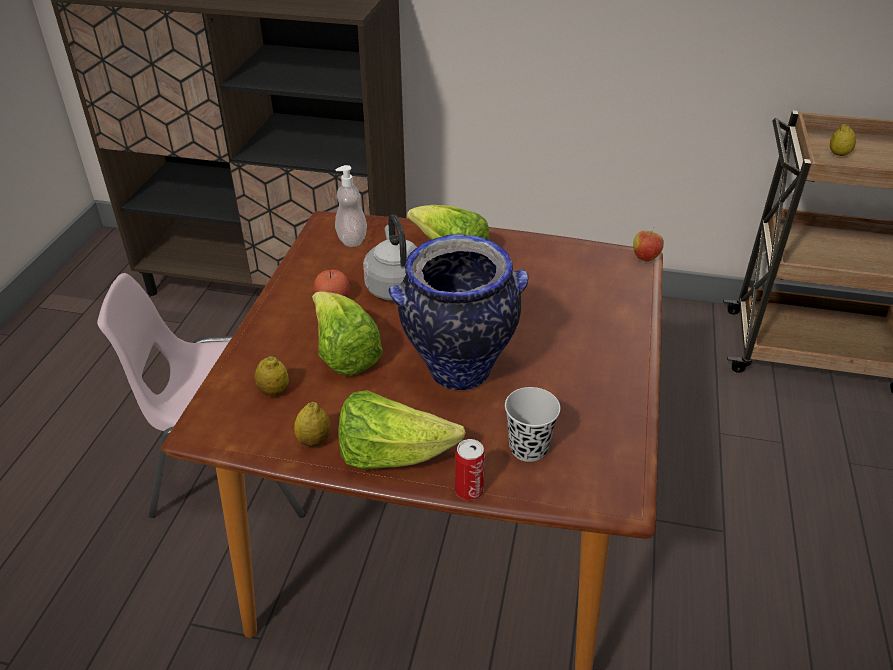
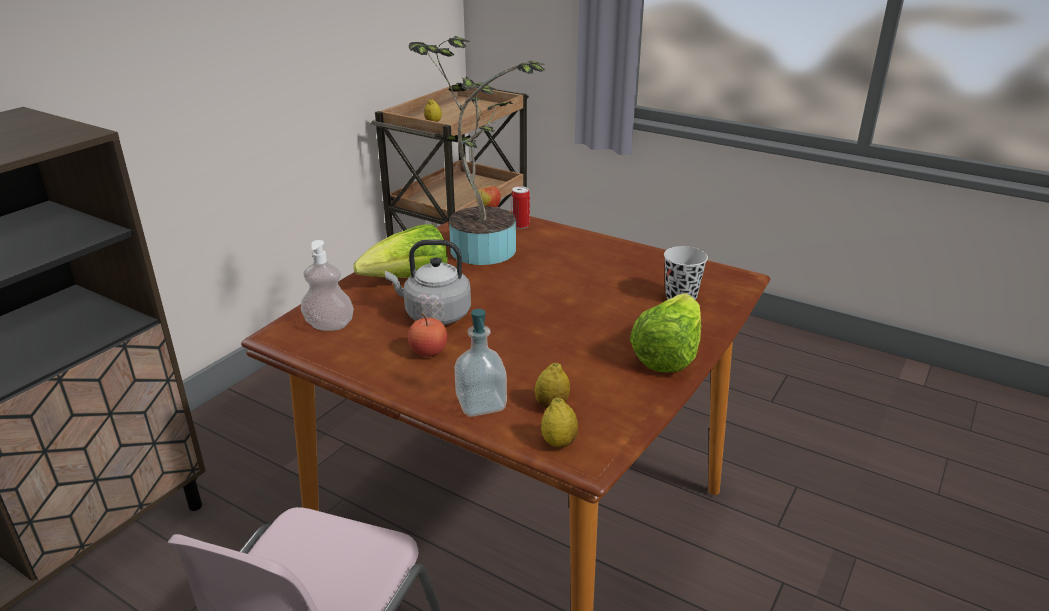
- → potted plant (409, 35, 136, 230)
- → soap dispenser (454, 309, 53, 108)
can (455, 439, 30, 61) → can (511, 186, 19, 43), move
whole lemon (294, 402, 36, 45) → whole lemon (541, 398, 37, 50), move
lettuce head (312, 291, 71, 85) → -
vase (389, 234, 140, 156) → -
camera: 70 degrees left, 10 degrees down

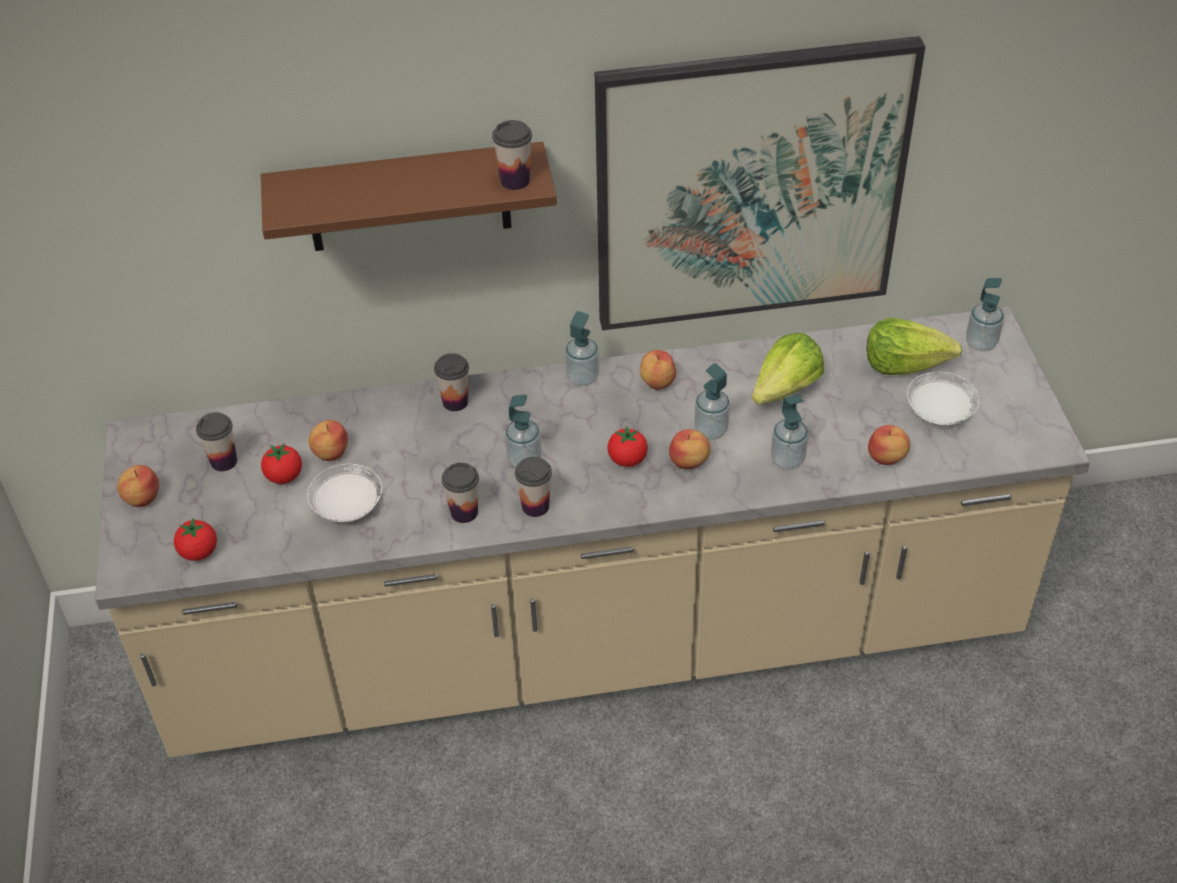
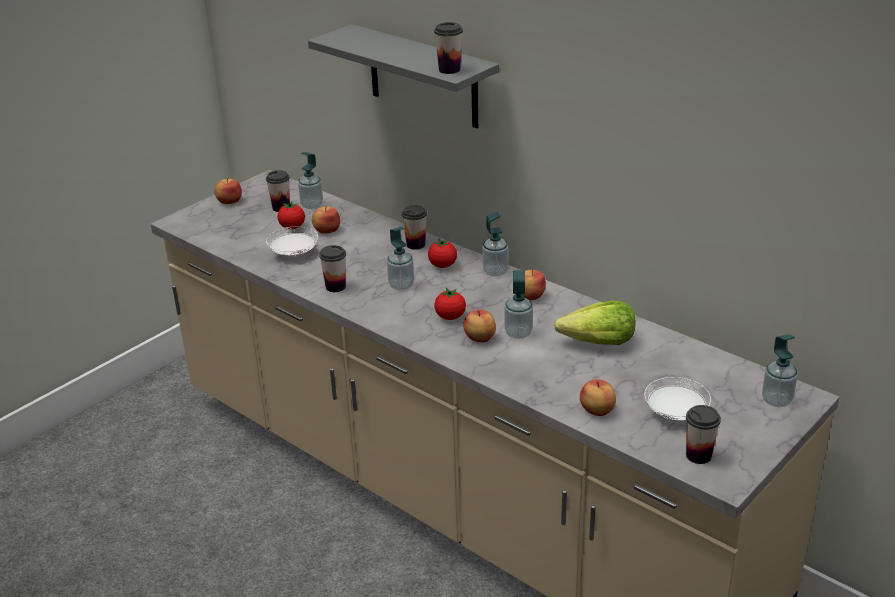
soap dispenser (771, 394, 38, 76) → soap dispenser (298, 152, 25, 57), move
brown-coloured wall shelf (261, 142, 296, 109) → gray wall shelf (308, 24, 191, 104)
tomato (174, 518, 43, 43) → tomato (428, 238, 29, 30), move
drinking cup (515, 457, 37, 60) → drinking cup (686, 405, 35, 59), move
picture (595, 36, 330, 295) → -
lettuce head (866, 318, 96, 57) → -
camera: 50 degrees right, 15 degrees down

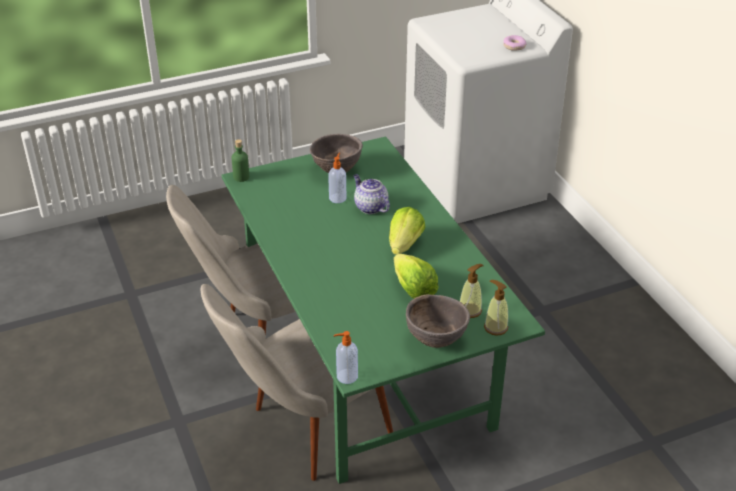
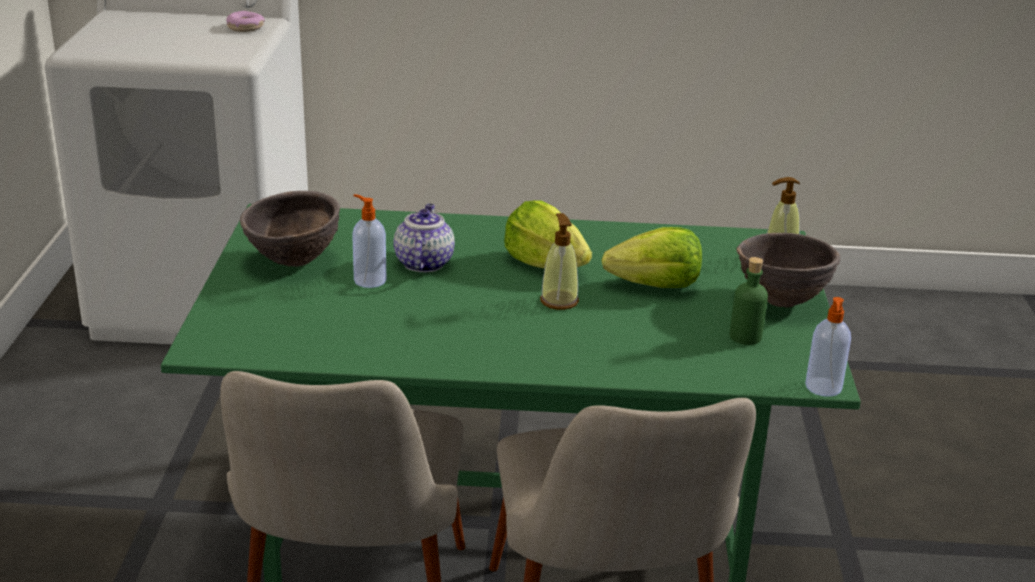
tea pot (354, 174, 36, 40) → tea pot (393, 204, 62, 68), 105 degrees clockwise
soap dispenser (460, 264, 24, 54) → soap dispenser (540, 213, 39, 97), move
green-coloured beverage bottle (232, 139, 17, 43) → green-coloured beverage bottle (730, 257, 38, 88), move
camera: 65 degrees left, 10 degrees down

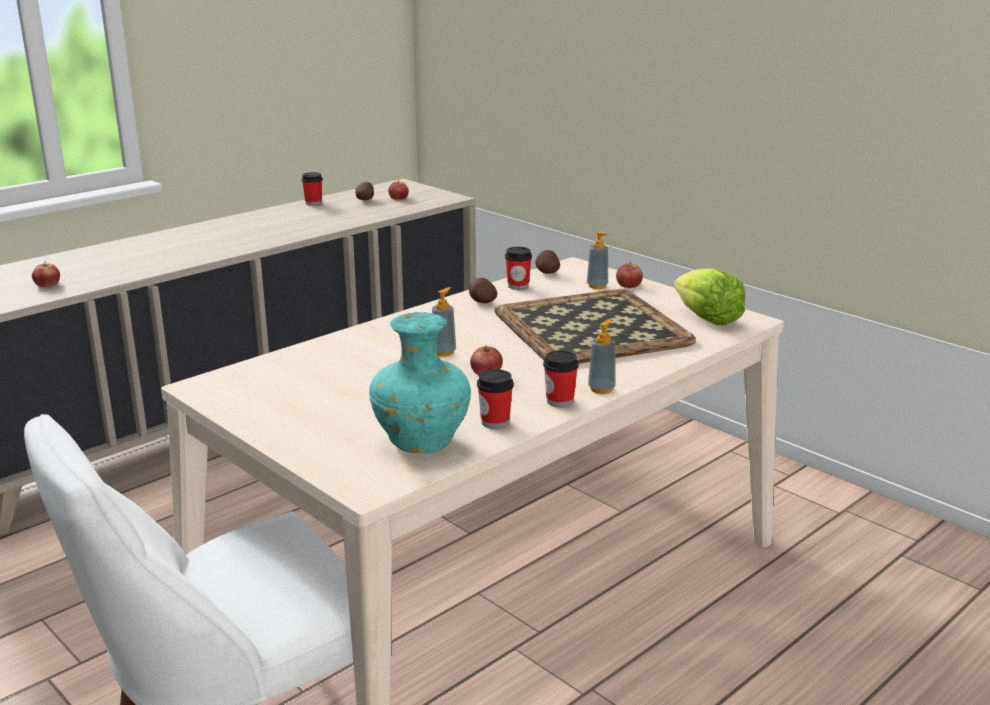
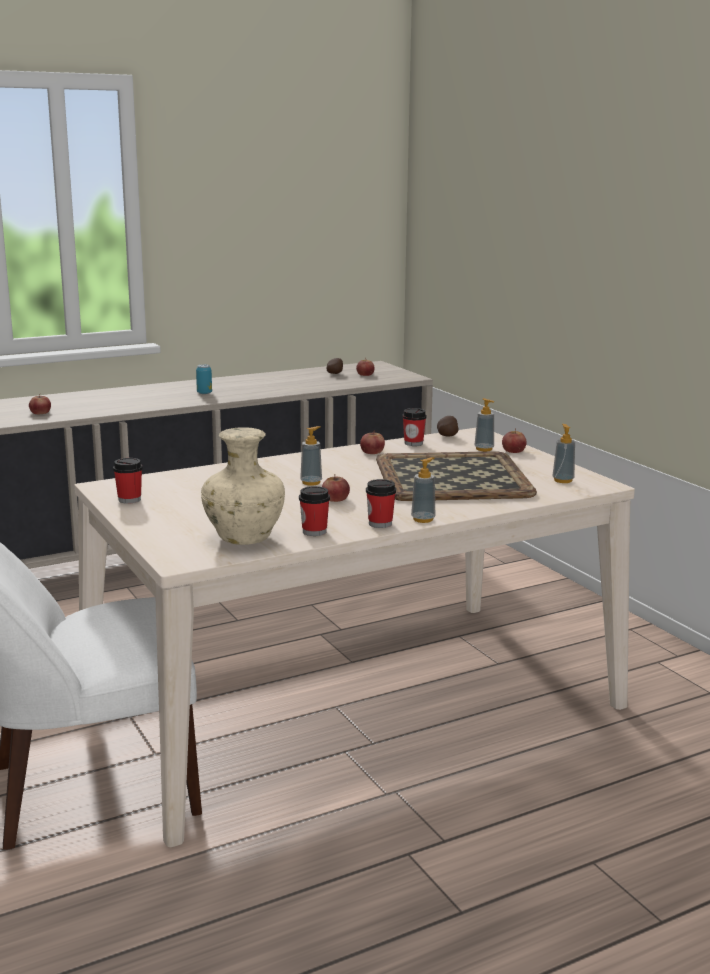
drinking cup (301, 172, 22, 33) → drinking cup (113, 458, 30, 46), move
- → can (196, 364, 16, 30)
turquoise-coloured vase (369, 312, 102, 142) → sand-coloured vase (201, 427, 84, 118)
potato (469, 278, 28, 25) → whole apple (360, 430, 25, 24)
lettuce head (674, 268, 71, 57) → soap dispenser (552, 424, 23, 59)
camera: 15 degrees right, 5 degrees down

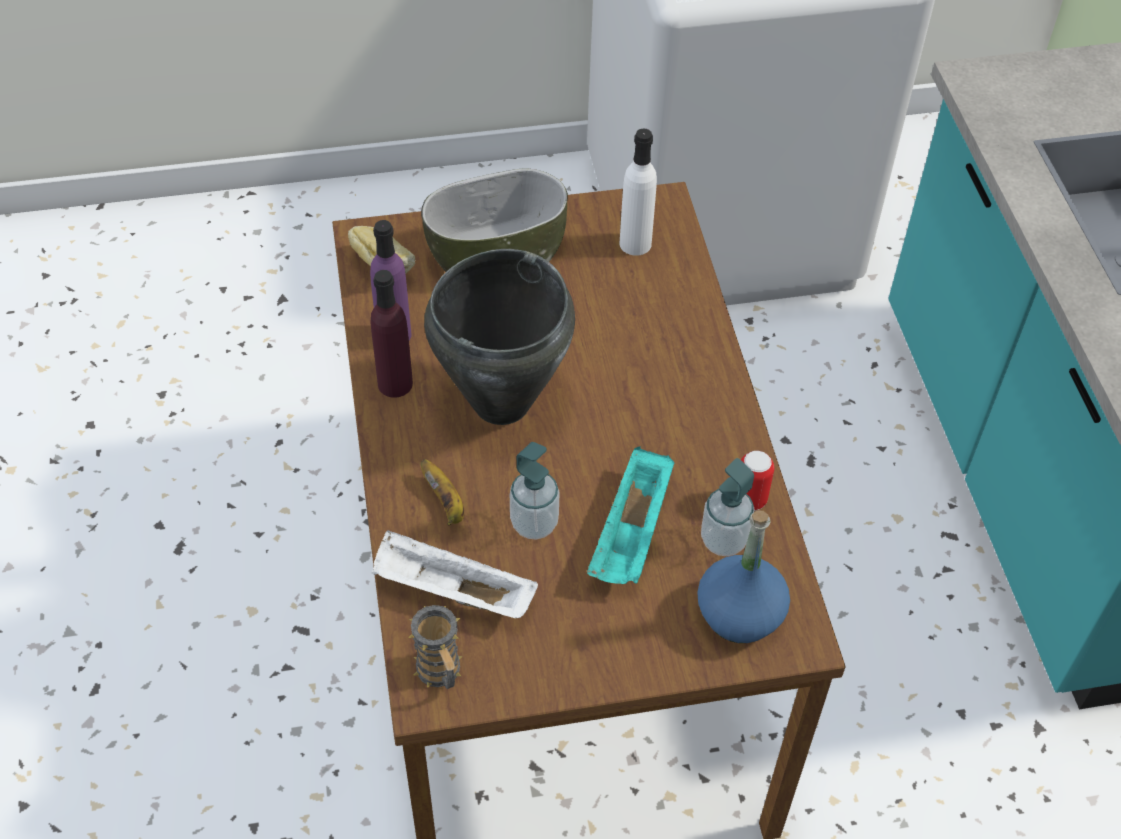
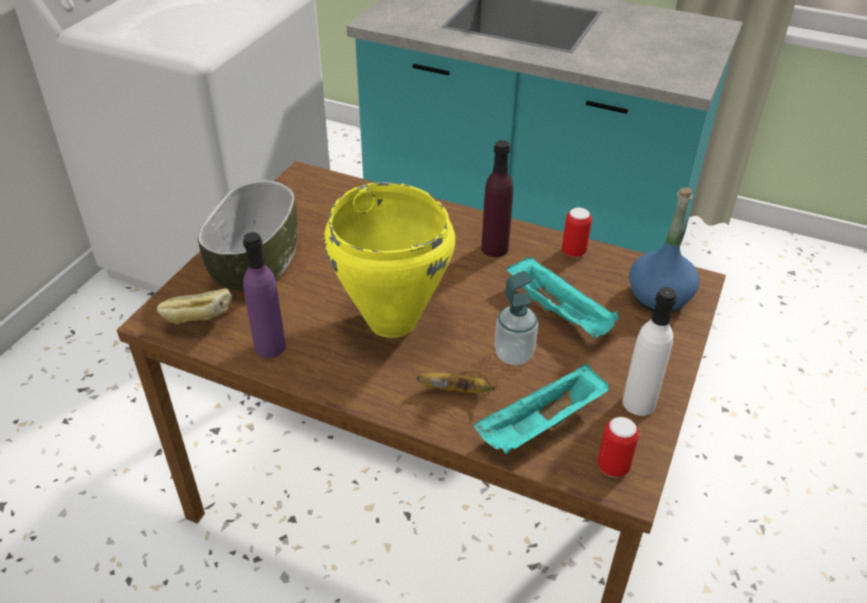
black-coloured saucepot (424, 249, 151, 176) → yellowish saucepot (324, 182, 131, 156)
white-coloured carrying tray (372, 530, 166, 88) → turquoise-coloured carrying tray (474, 364, 135, 90)
purple-coloured beverage bottle (370, 270, 43, 128) → purple-coloured beverage bottle (481, 140, 32, 117), move
coffee mug (408, 605, 55, 84) → can (598, 417, 41, 60)
white-coloured beverage bottle (619, 128, 38, 128) → white-coloured beverage bottle (622, 287, 55, 129), move
soap dispenser (701, 458, 53, 98) → -
camera: 55 degrees left, 10 degrees down

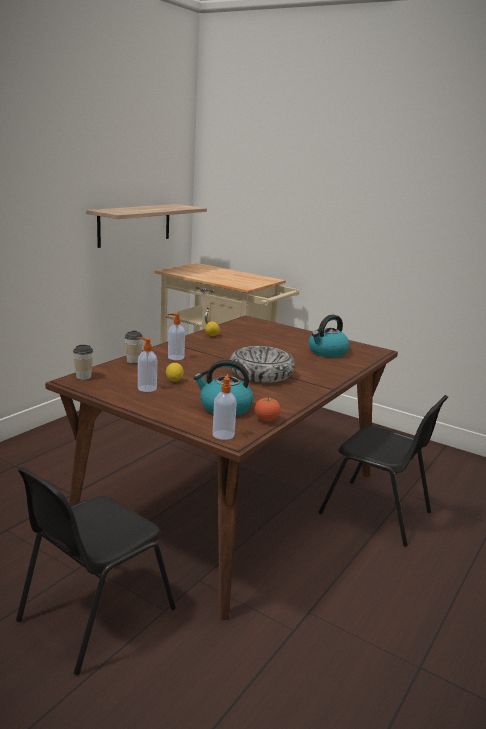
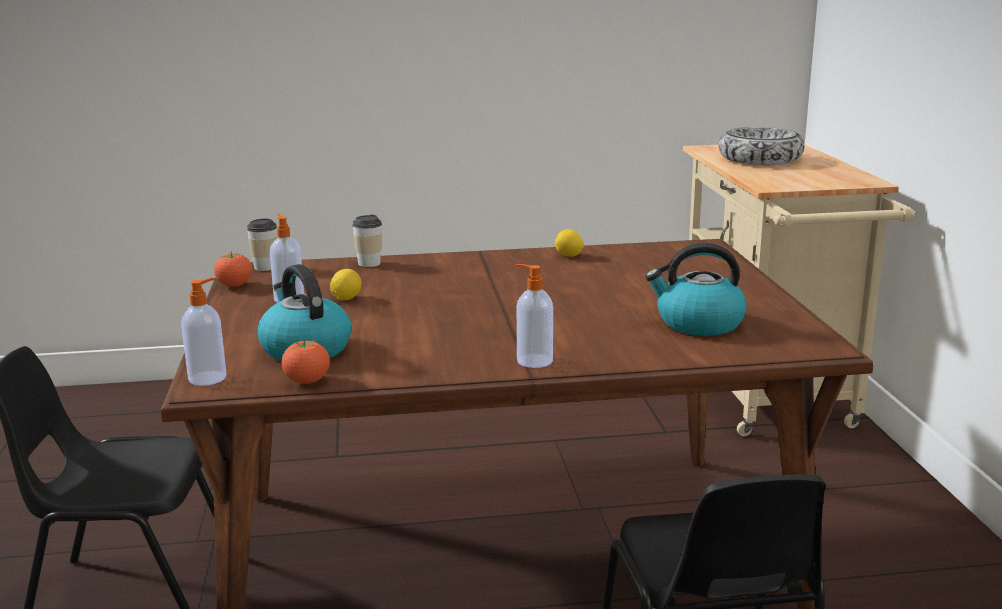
- → tomato (214, 251, 38, 36)
soap dispenser (167, 313, 18, 47) → soap dispenser (515, 264, 38, 104), move
serving bowl (230, 346, 65, 37) → serving bowl (719, 127, 85, 38), move
wall shelf (86, 204, 121, 44) → -
camera: 50 degrees right, 0 degrees up

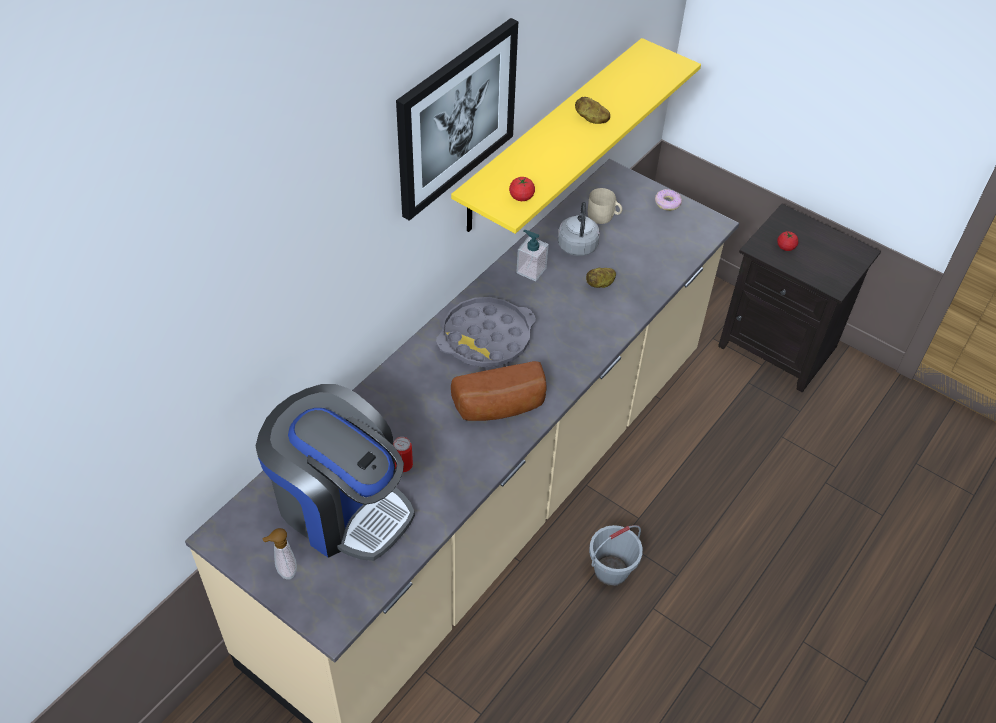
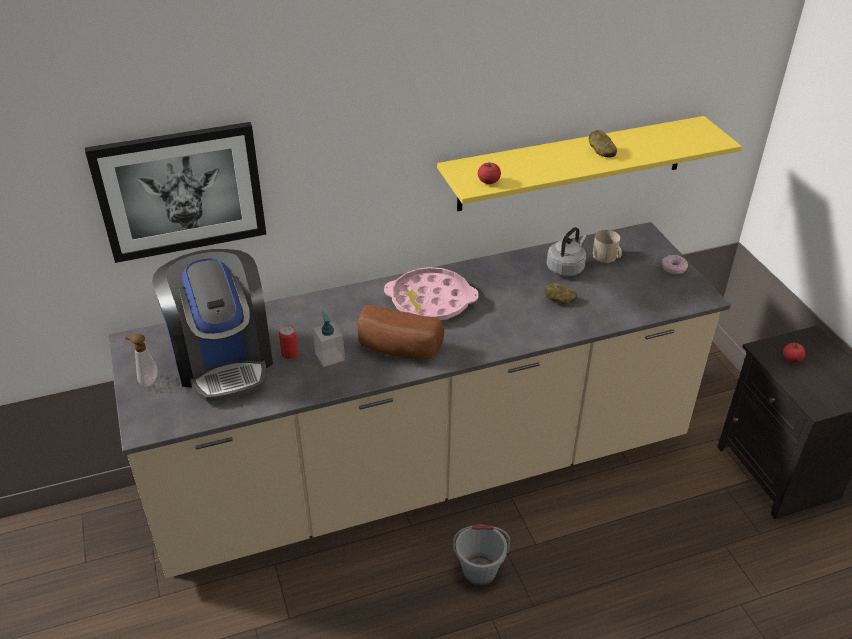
picture (396, 18, 122, 203) → picture (85, 122, 181, 141), move
soap dispenser (516, 230, 33, 51) → soap dispenser (313, 311, 32, 56), move
gray carrying tray (436, 297, 100, 70) → pink-coloured carrying tray (384, 267, 95, 53)
camera: 35 degrees right, 10 degrees down

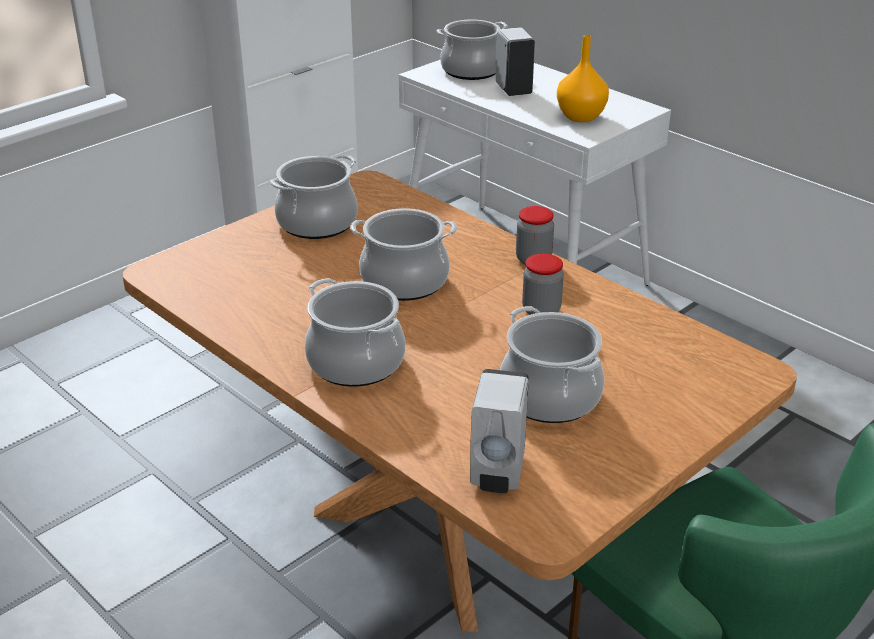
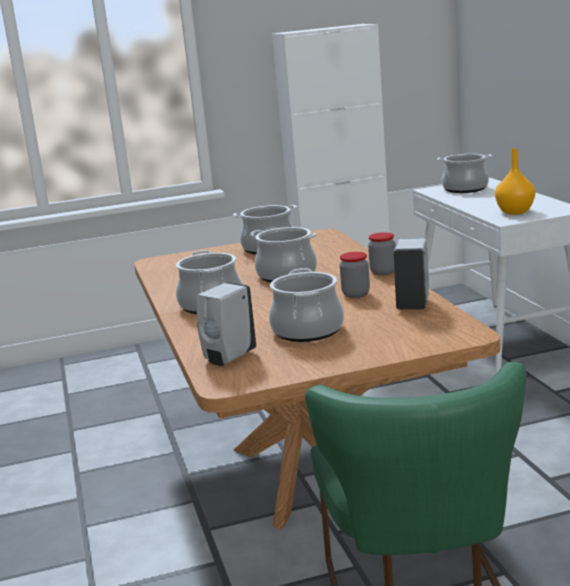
white-coloured soap dispenser (496, 27, 39, 69) → white-coloured soap dispenser (393, 238, 36, 71), move
camera: 30 degrees right, 15 degrees down

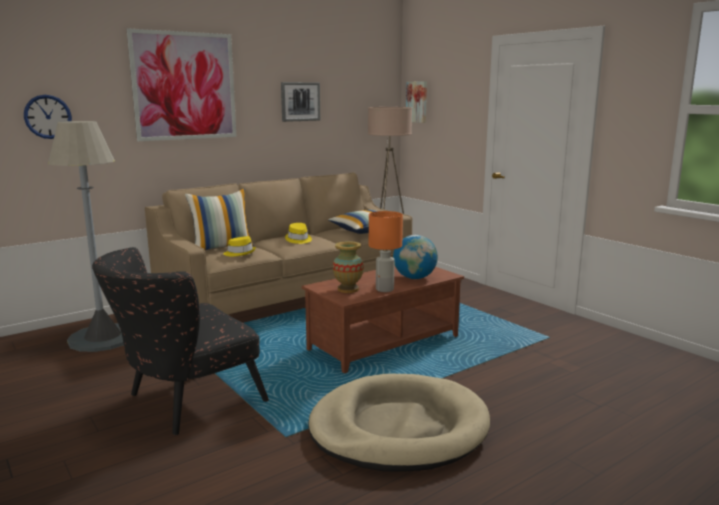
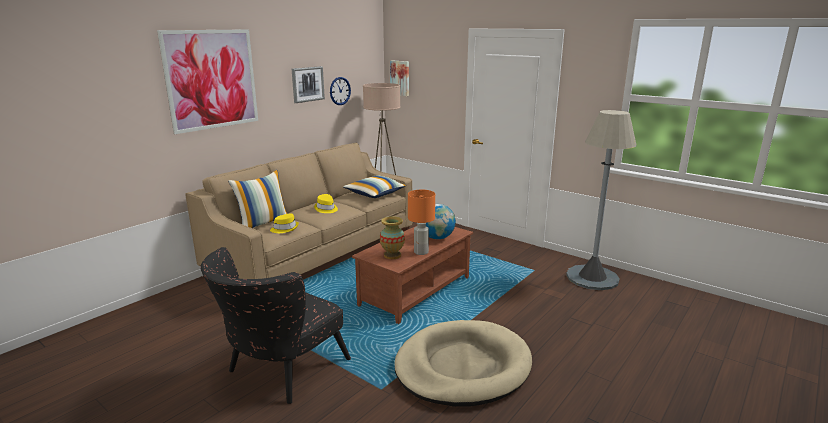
hanging clock (24, 95, 48, 44) → hanging clock (330, 77, 21, 28), move
gray standing lamp (48, 121, 76, 231) → gray standing lamp (566, 110, 71, 180), move
camera: 15 degrees left, 5 degrees up

